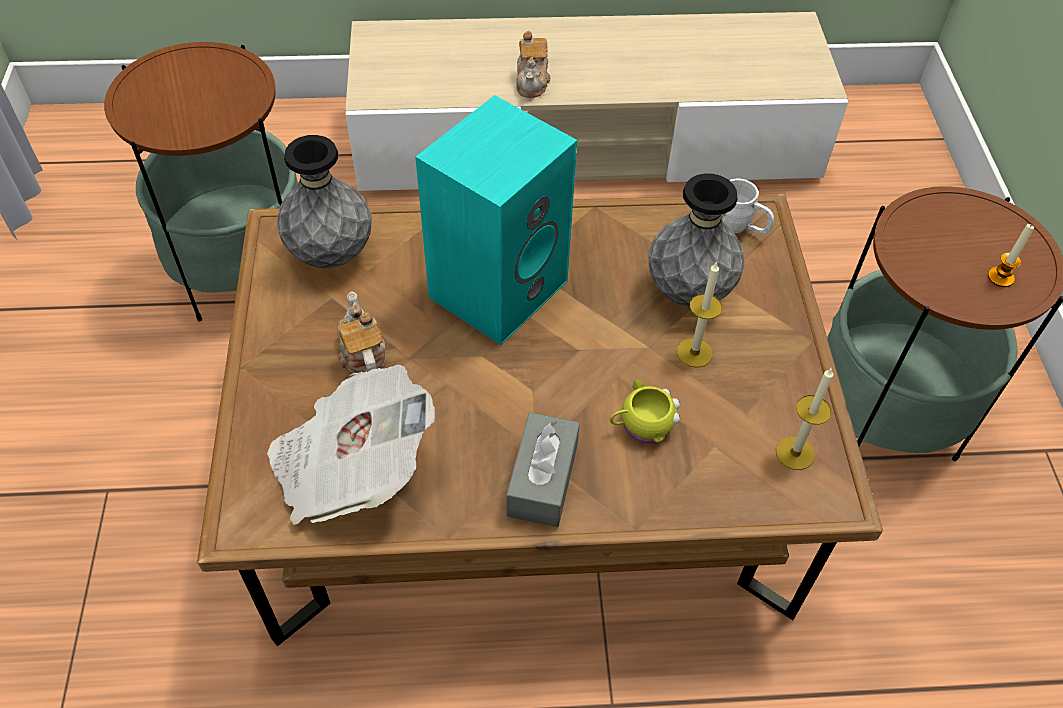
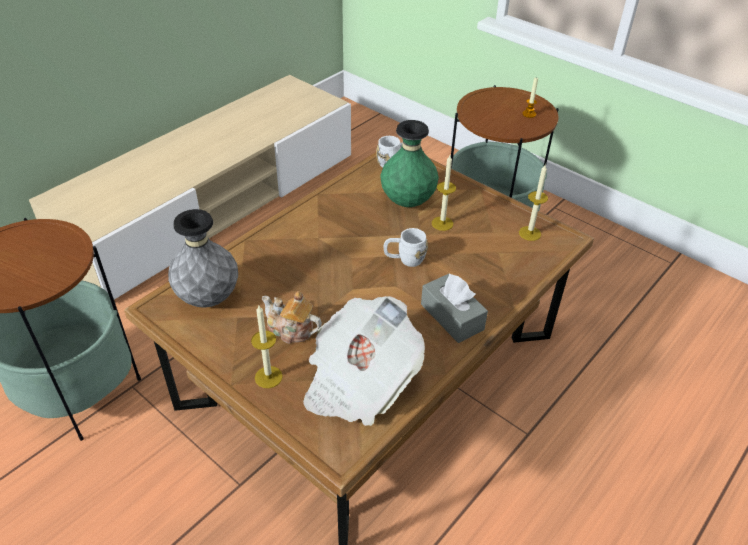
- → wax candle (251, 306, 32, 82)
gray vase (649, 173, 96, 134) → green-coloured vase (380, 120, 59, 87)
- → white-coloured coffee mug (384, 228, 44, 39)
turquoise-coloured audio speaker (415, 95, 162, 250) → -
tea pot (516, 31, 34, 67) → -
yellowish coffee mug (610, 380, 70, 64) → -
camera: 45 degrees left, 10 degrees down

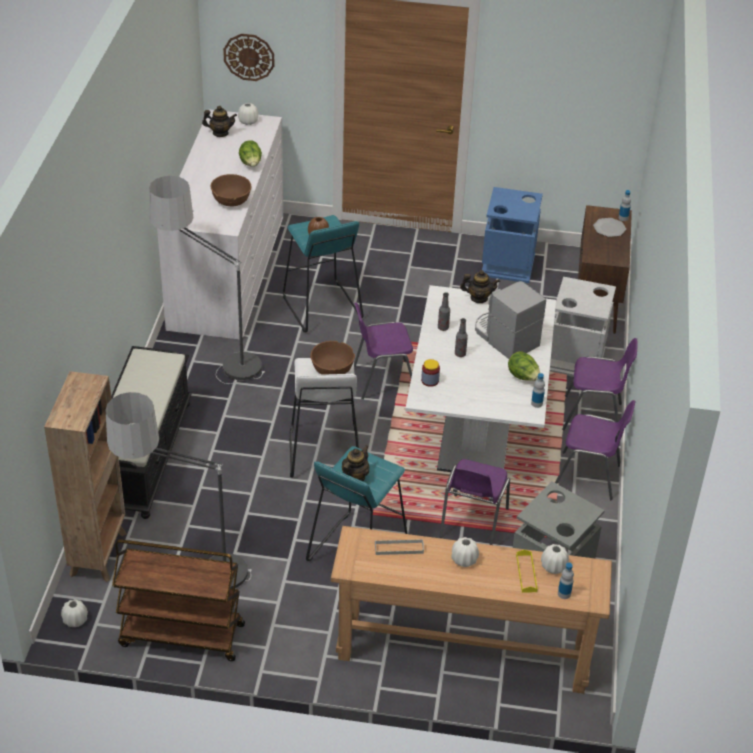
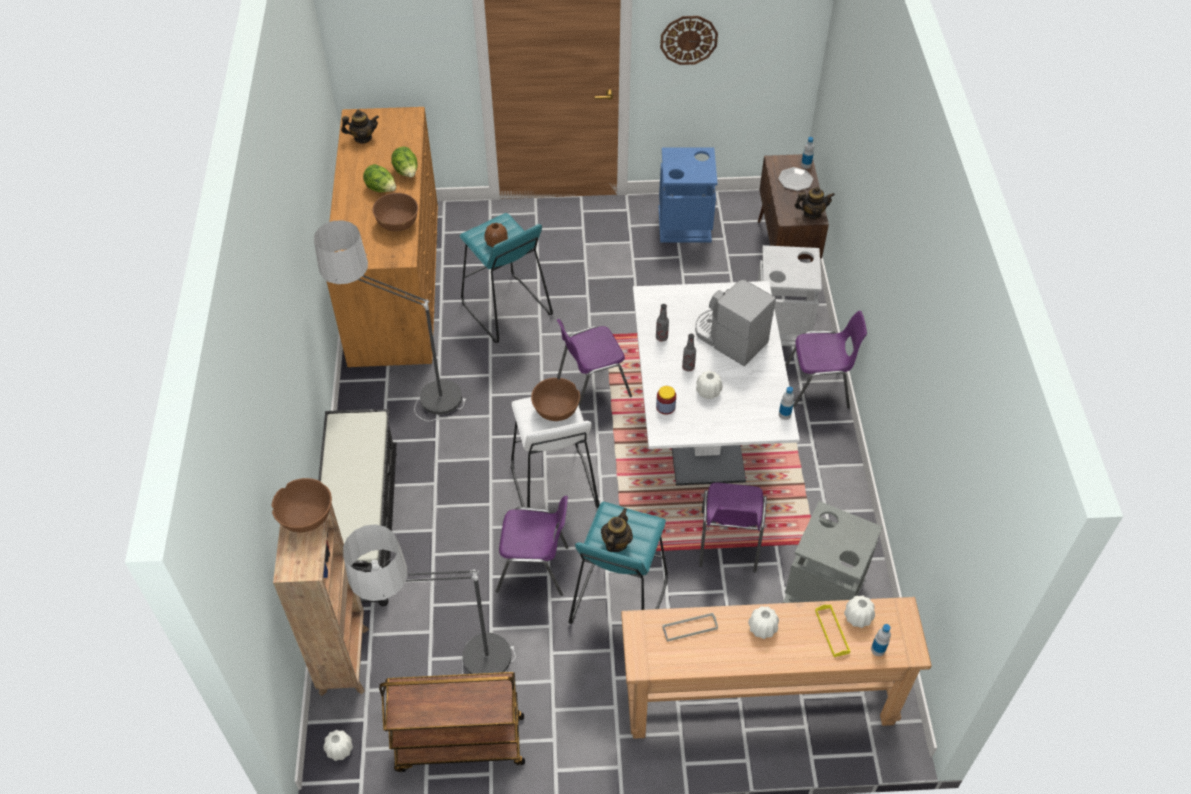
- → brown-coloured serving bowl (271, 478, 61, 55)
white-coloured chest of drawers (157, 109, 126, 230) → brown-coloured chest of drawers (327, 107, 111, 260)
lettuce head (508, 351, 32, 30) → lettuce head (363, 164, 33, 28), move
purple-coloured chair (555, 400, 81, 100) → purple-coloured chair (495, 496, 74, 100), move
hanging clock (223, 34, 52, 47) → hanging clock (660, 16, 58, 49), move
white-coloured vase (238, 103, 20, 22) → white-coloured vase (696, 371, 26, 28), move
tea pot (460, 270, 40, 33) → tea pot (794, 187, 41, 32), move
camera: 10 degrees left, 10 degrees up

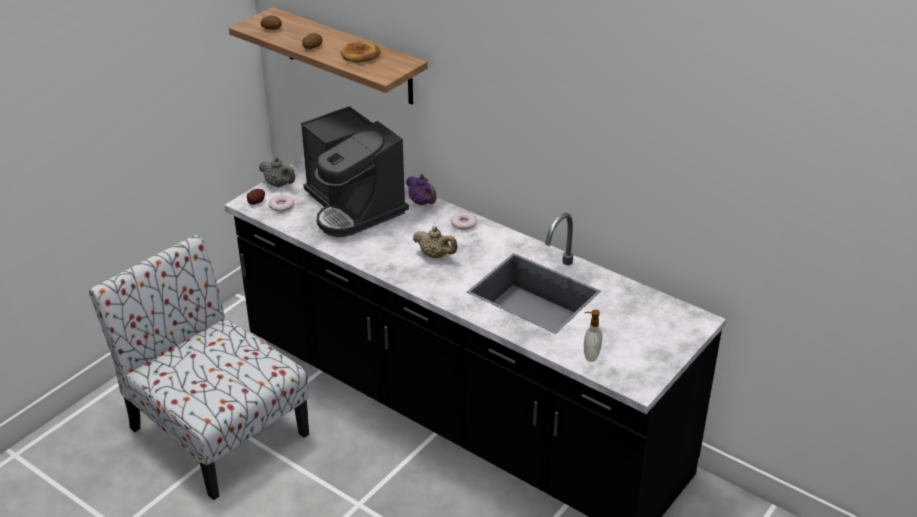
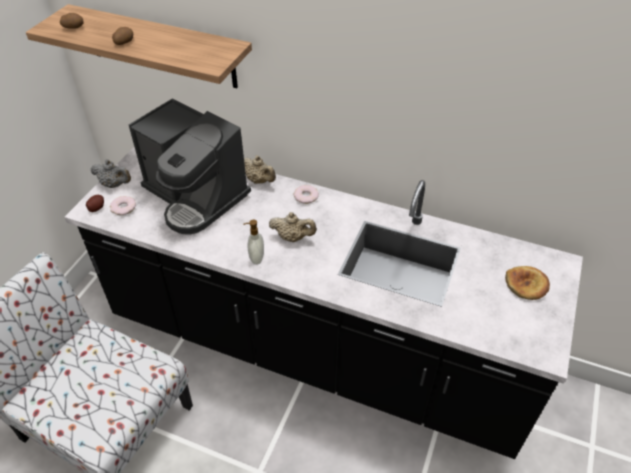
soap dispenser (584, 310, 19, 52) → soap dispenser (243, 220, 21, 45), move
purple-coloured tea pot (406, 174, 31, 31) → sand-coloured tea pot (244, 155, 32, 29)
bakery bread (341, 42, 40, 21) → bakery bread (505, 266, 45, 34), move
camera: 15 degrees left, 10 degrees up

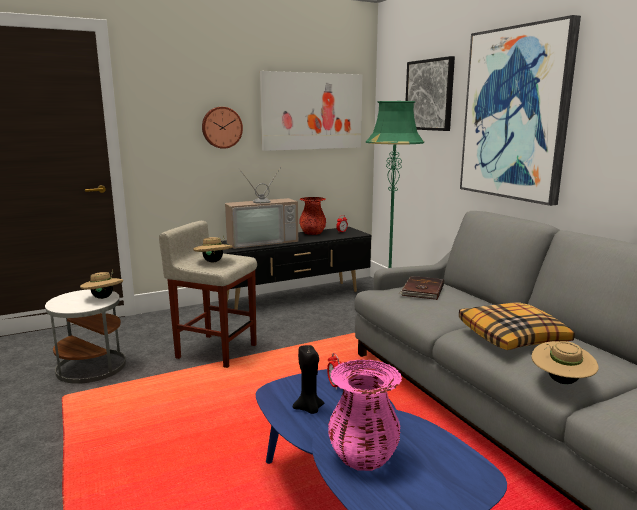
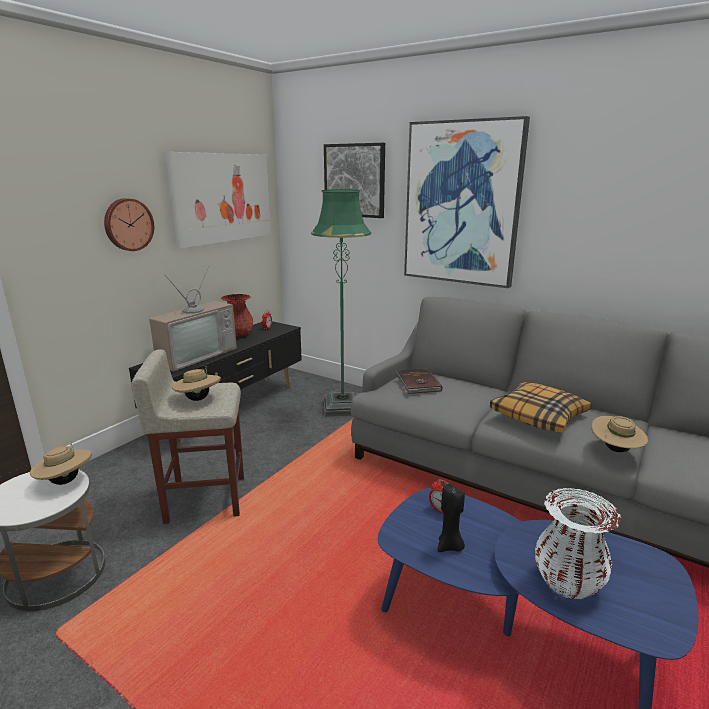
pink-coloured vase (328, 359, 74, 112) → white-coloured vase (535, 488, 86, 111)
camera: 30 degrees left, 5 degrees up

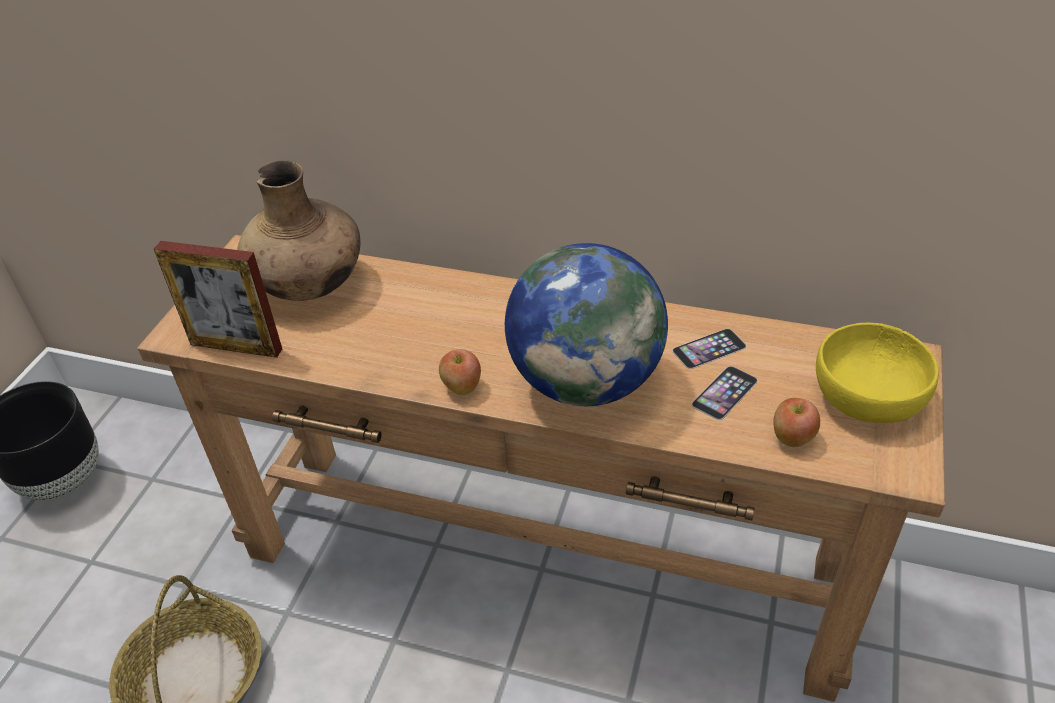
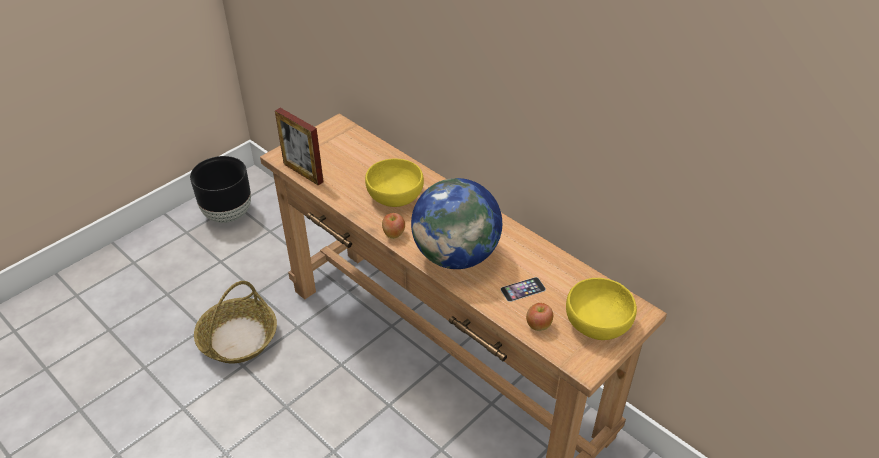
- → yellowish serving bowl (365, 159, 59, 48)
brown-coloured vase (237, 160, 123, 141) → -
telephone (672, 329, 74, 40) → -
camera: 25 degrees right, 0 degrees up

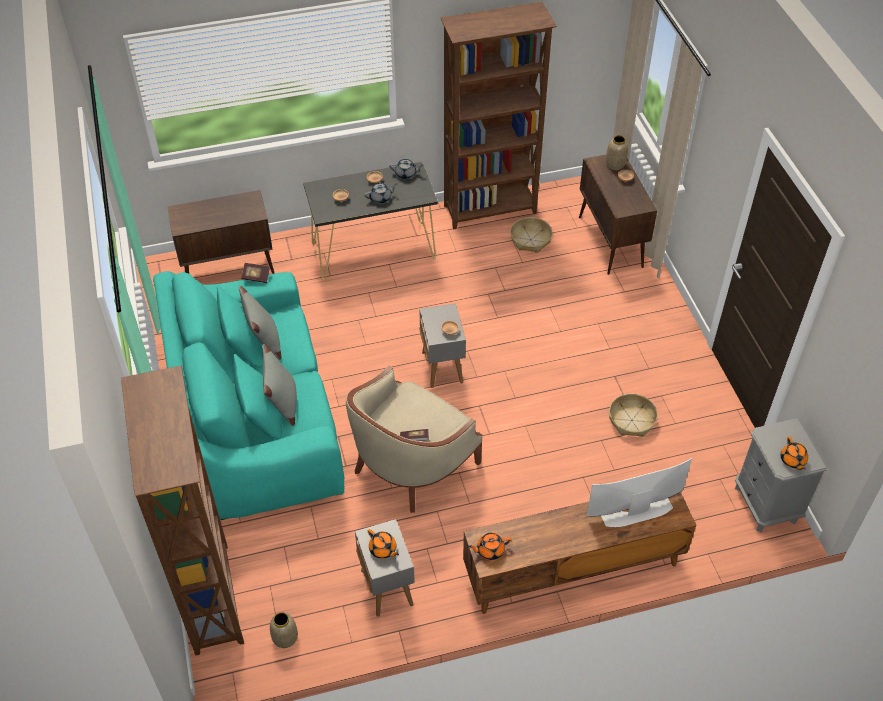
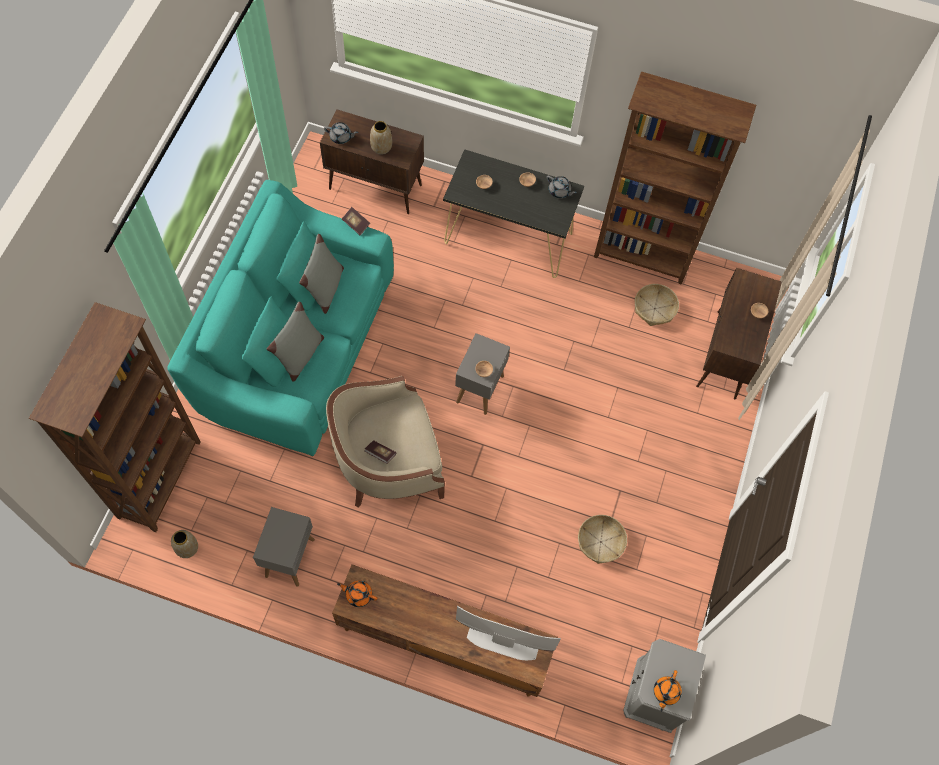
gray tea pot (364, 183, 34, 21) → gray tea pot (324, 122, 34, 22), move
vase (606, 135, 22, 35) → vase (370, 121, 22, 34), move
orange tea pot (368, 529, 31, 30) → -
camera: 30 degrees right, 15 degrees up

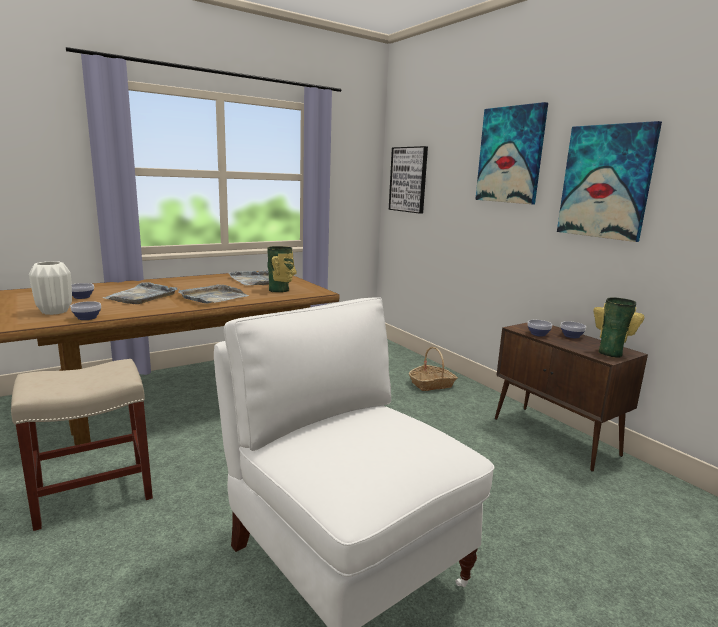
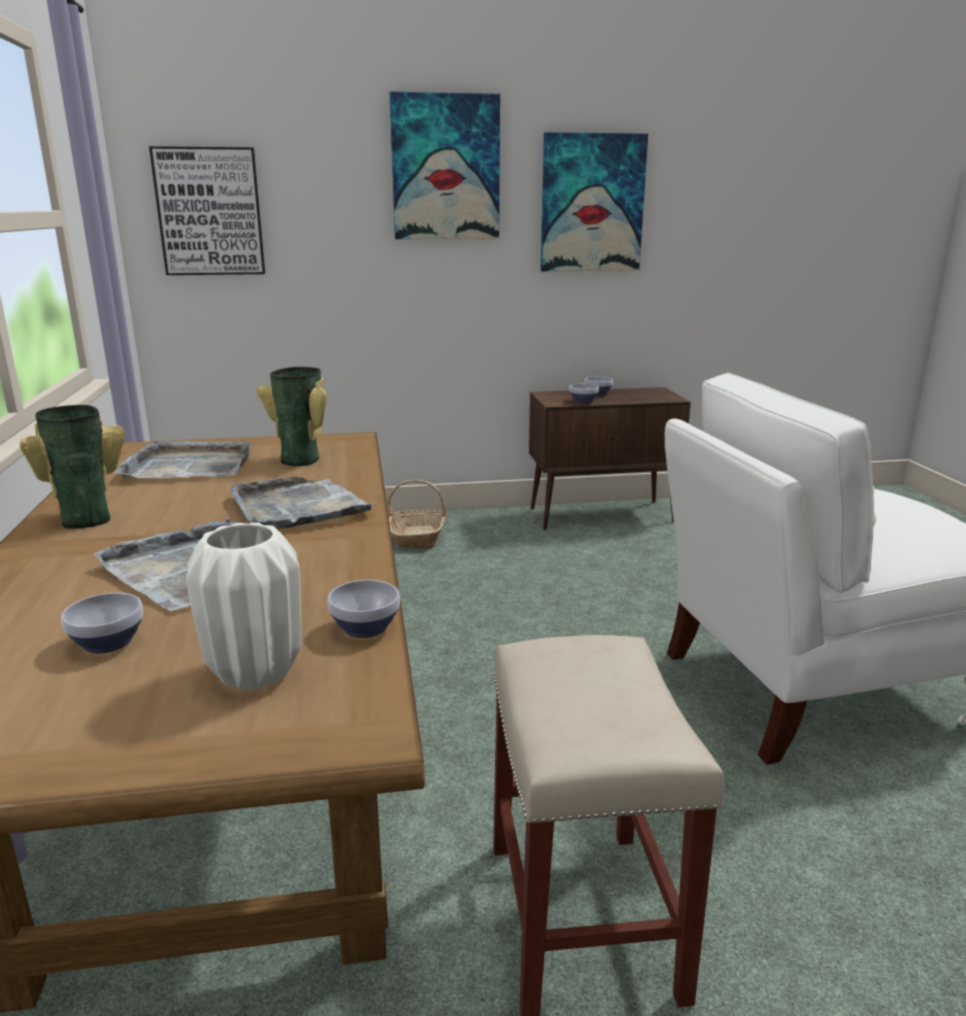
vase (593, 297, 52, 61) → vase (20, 405, 105, 124), move
camera: 65 degrees left, 5 degrees up

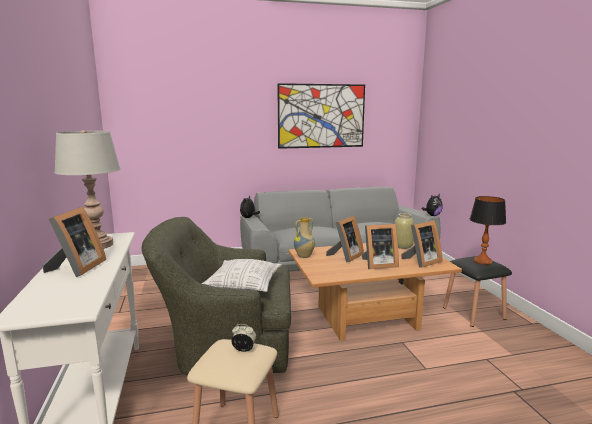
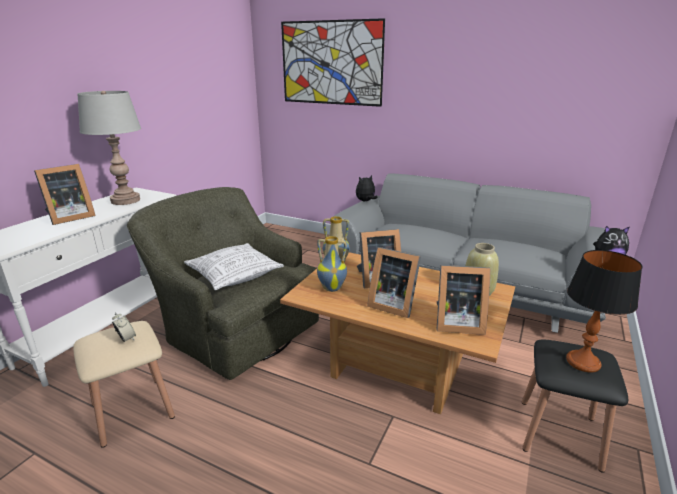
picture (277, 83, 88, 66) → picture (281, 18, 104, 89), move
- → vase (317, 236, 30, 56)
camera: 40 degrees right, 10 degrees up

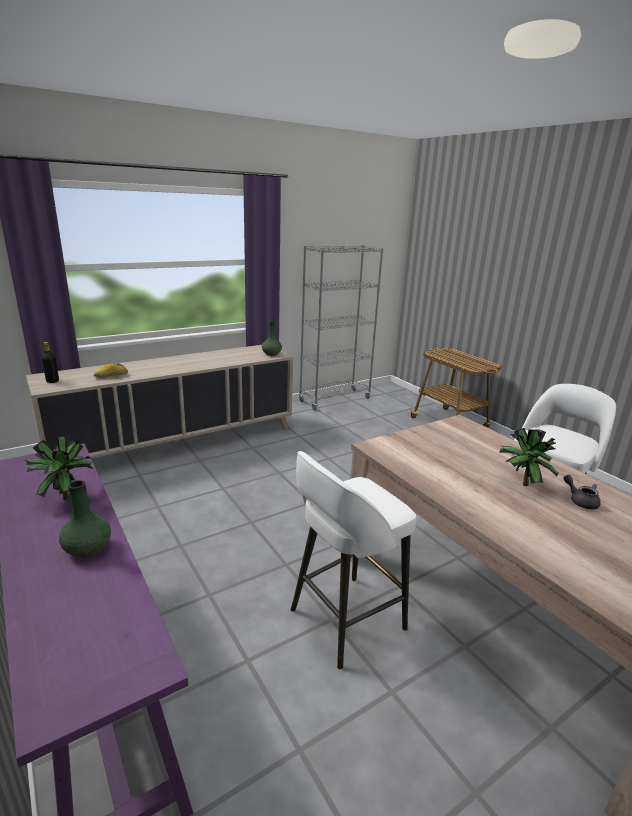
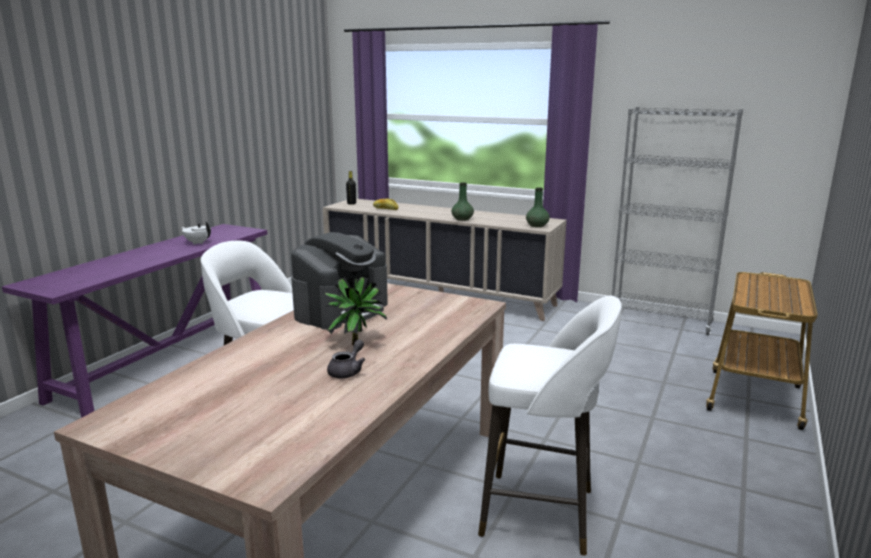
potted plant (26, 436, 67, 64) → white-coloured tea pot (182, 221, 29, 24)
- → coffee brewer (291, 232, 97, 98)
green-coloured vase (59, 480, 52, 77) → green-coloured vase (451, 182, 23, 39), move
camera: 60 degrees right, 5 degrees down

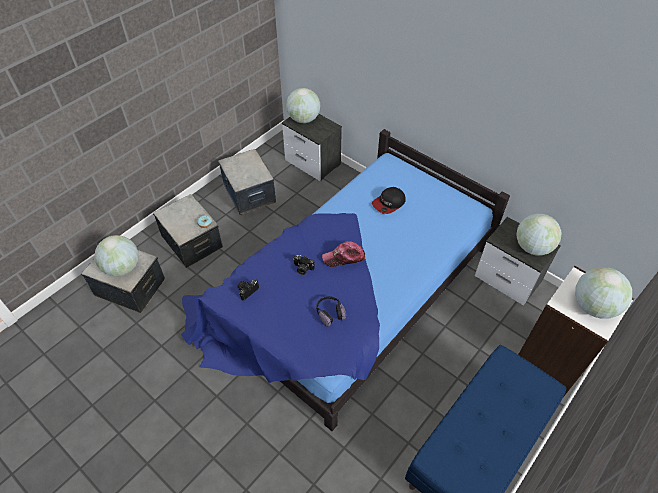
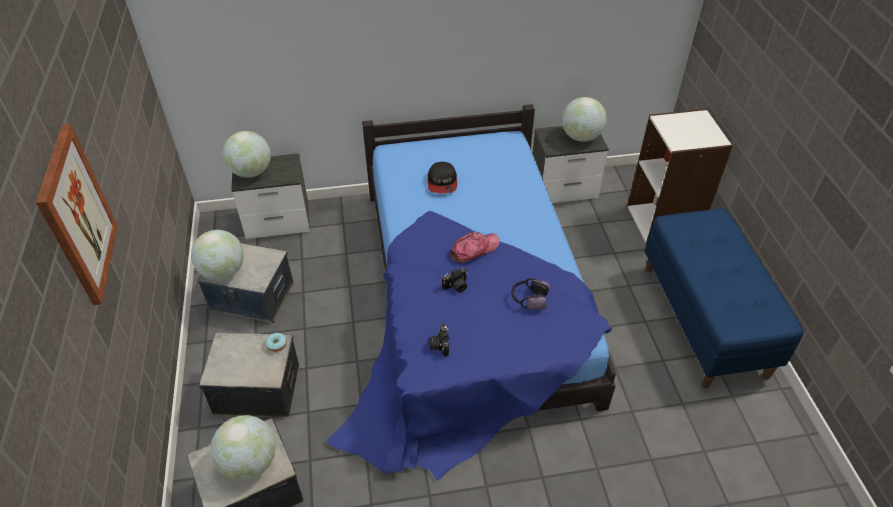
- → picture (36, 124, 82, 181)
globe (575, 267, 57, 52) → globe (191, 230, 53, 50), move
peaked cap (322, 241, 43, 26) → peaked cap (450, 232, 50, 31), 150 degrees counterclockwise
camera: 50 degrees left, 5 degrees down

